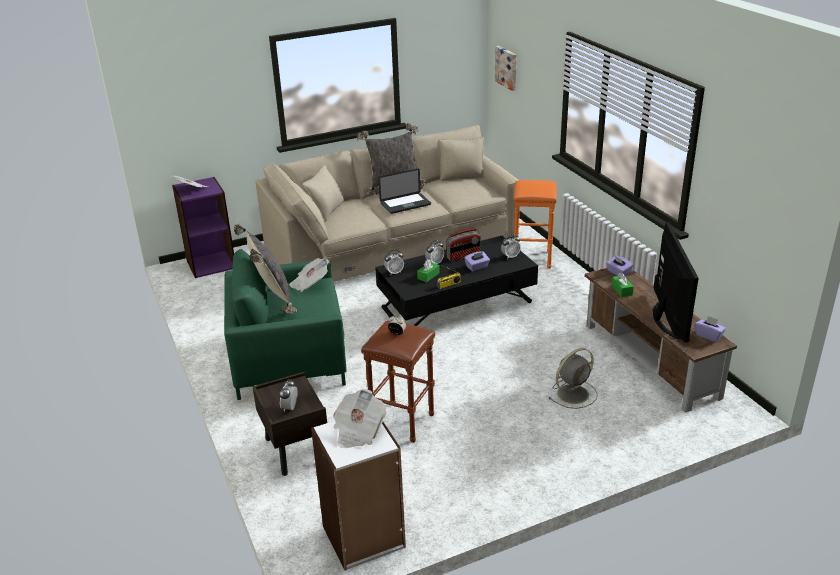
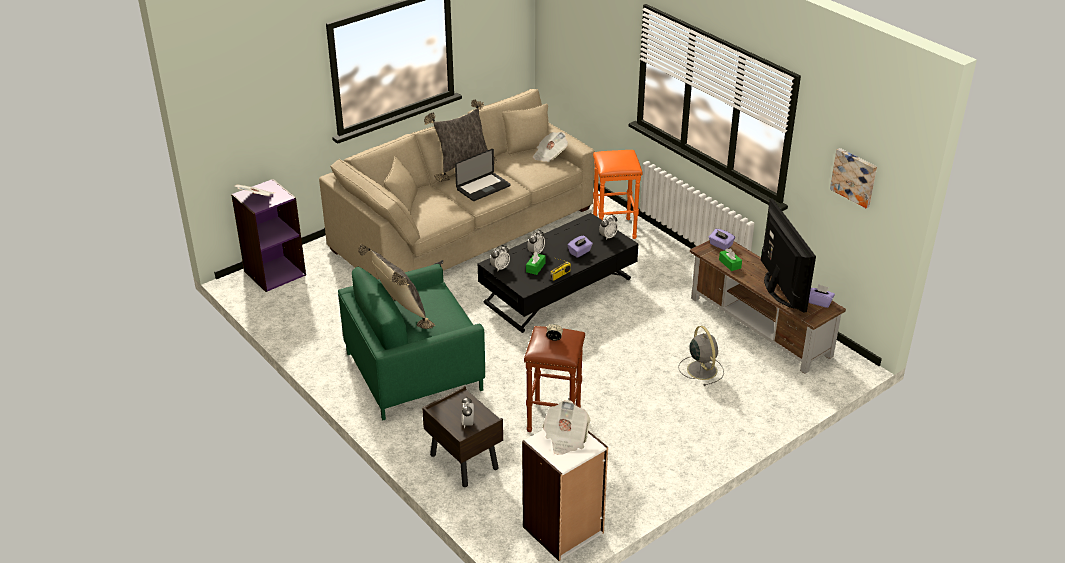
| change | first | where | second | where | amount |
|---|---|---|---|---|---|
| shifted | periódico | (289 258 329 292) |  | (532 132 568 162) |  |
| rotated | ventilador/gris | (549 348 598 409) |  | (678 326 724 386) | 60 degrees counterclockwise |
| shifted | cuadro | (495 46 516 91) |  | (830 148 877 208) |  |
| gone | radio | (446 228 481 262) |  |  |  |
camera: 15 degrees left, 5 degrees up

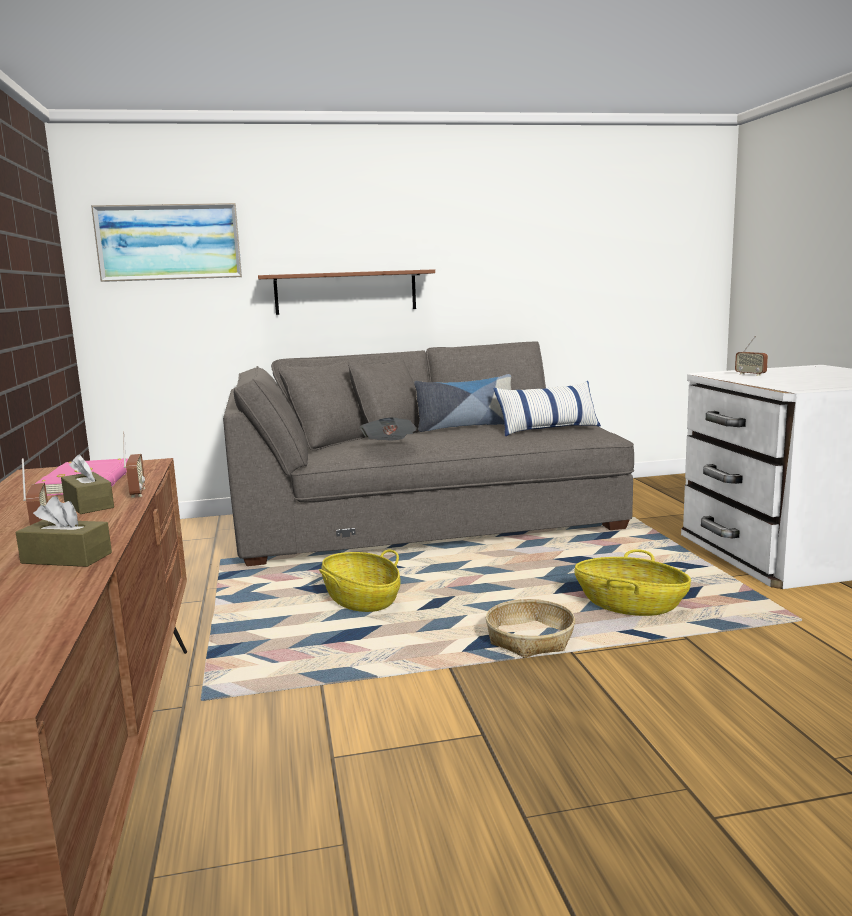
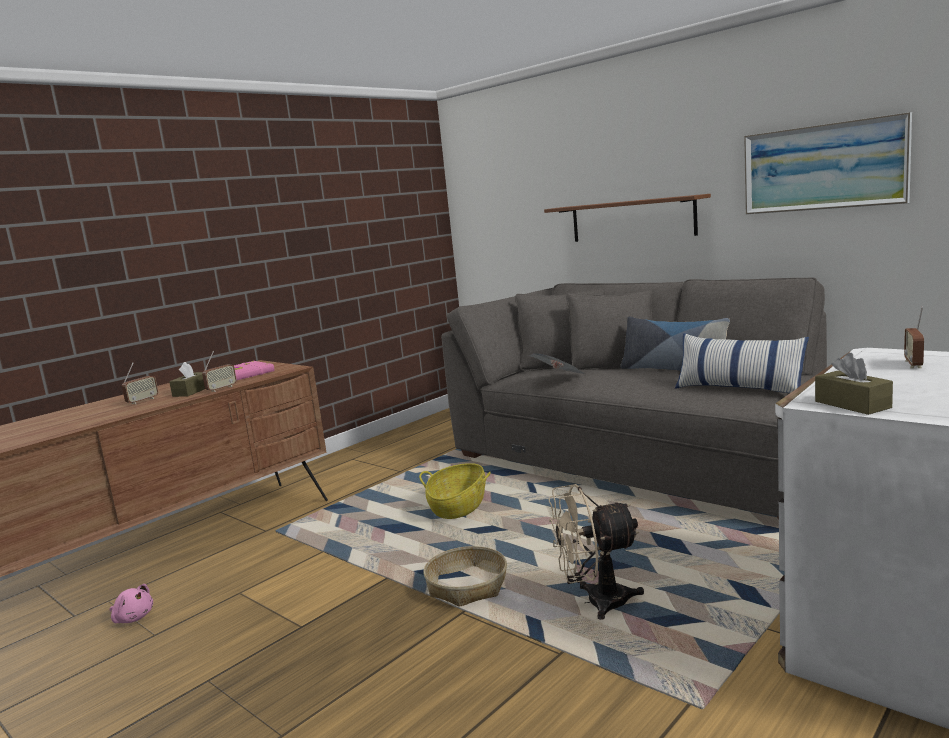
| change | first | where | second | where | amount |
|---|---|---|---|---|---|
| new |  |  | peluche/rosa | (109 584 153 623) |  |
| swapped | cesta | (574 549 691 616) | ventilador/beis | (548 484 644 620) |  |
| shifted | cuadro | (91 203 242 282) |  | (744 112 912 214) |  |
| shifted | caja de pañuelos/marrón | (16 496 112 567) |  | (815 353 893 415) |  |
camera: 55 degrees right, 0 degrees up

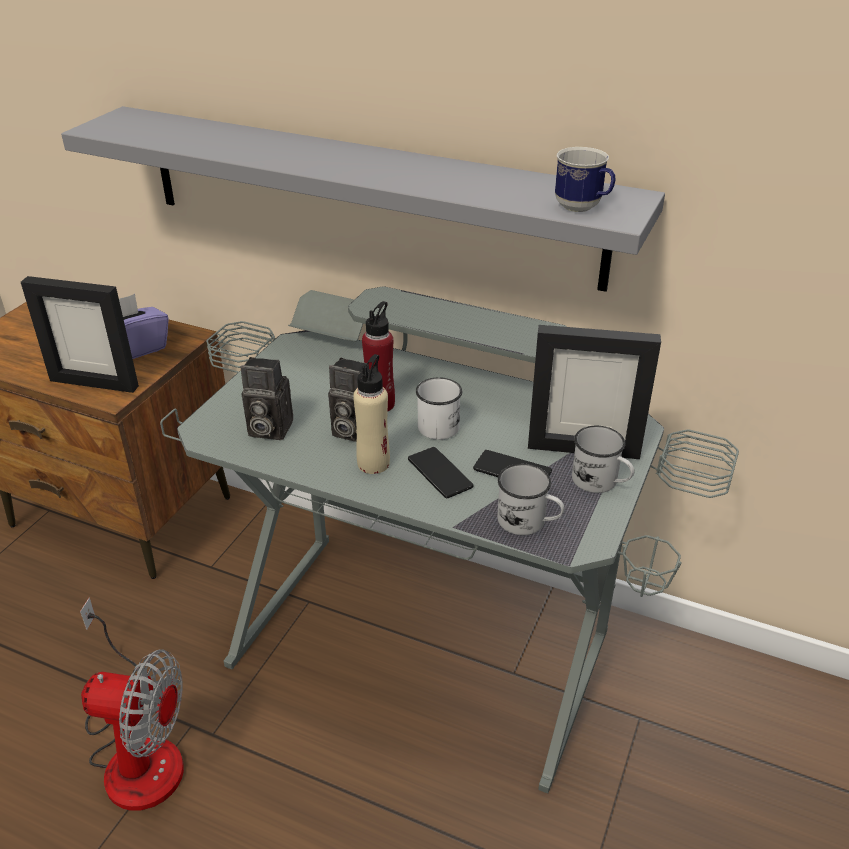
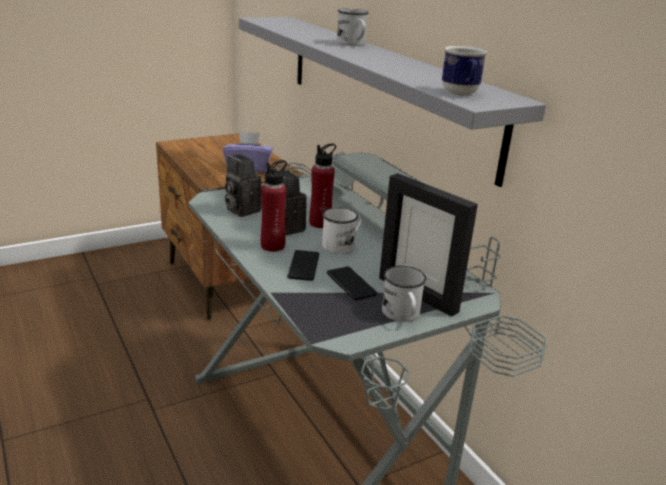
| change | first | where | second | where | amount |
|---|---|---|---|---|---|
| repainted | botella/beis | (353 354 390 474) | botella/rojo | (261 160 287 252) |  |
| shifted | taza grande/blanco | (497 464 565 535) |  | (337 9 369 46) |  |
| gone | portarretratos | (21 276 139 393) |  |  |  |
| gone | ventilador | (80 598 184 810) |  |  |  |
camera: 35 degrees right, 10 degrees down

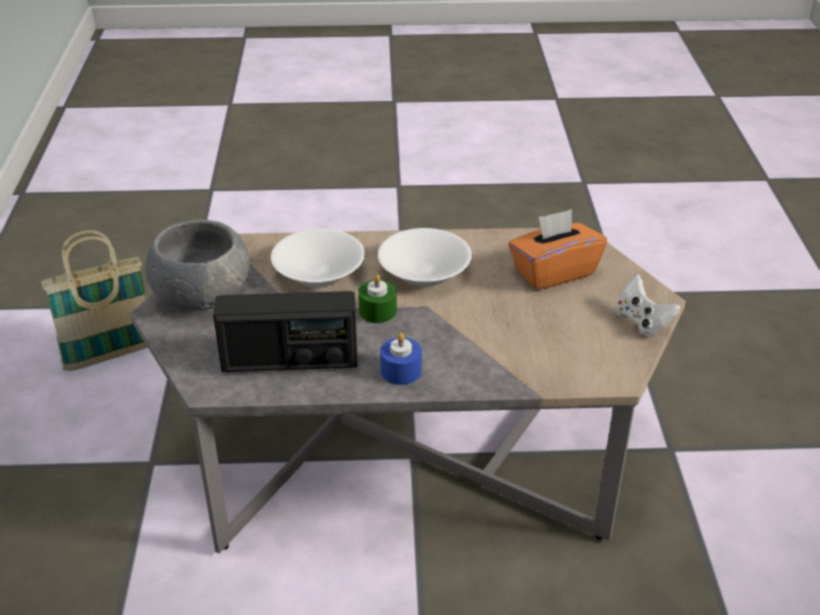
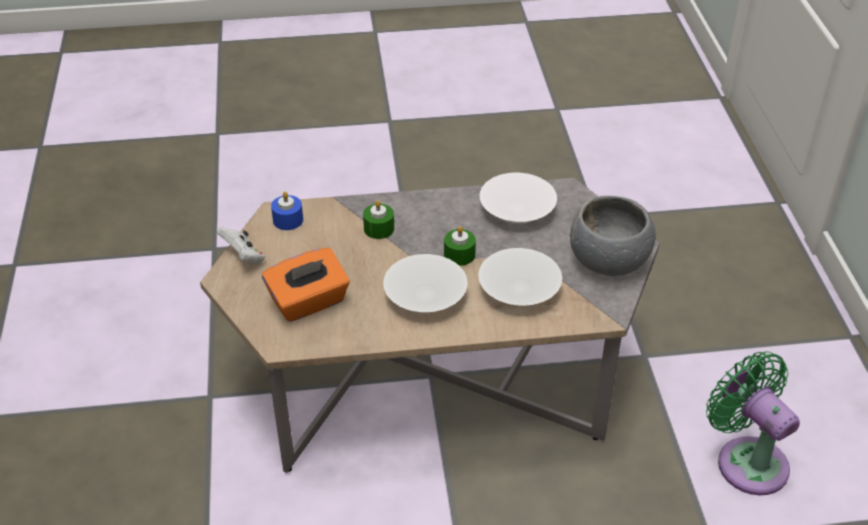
| change | first | where | second | where | amount |
|---|---|---|---|---|---|
| shifted | vela/azul | (380 333 422 385) |  | (271 192 303 230) |  |
| new |  |  | vela/verde | (363 200 394 239) |  |
| swapped | radio | (213 291 357 372) | cuenco/blanco | (480 173 557 224) |  |
| swapped | cesta | (41 230 147 371) | ventilador/verde | (706 351 800 495) |  |
camera: 175 degrees right, 5 degrees up

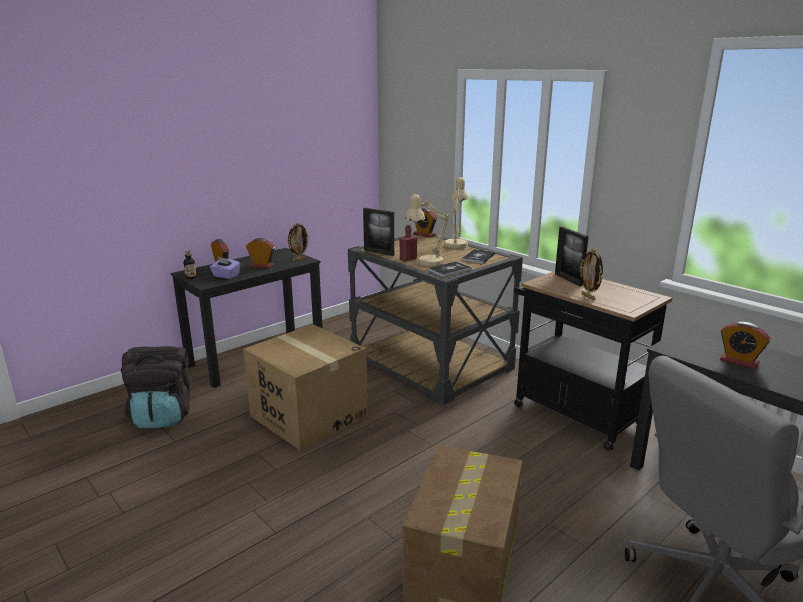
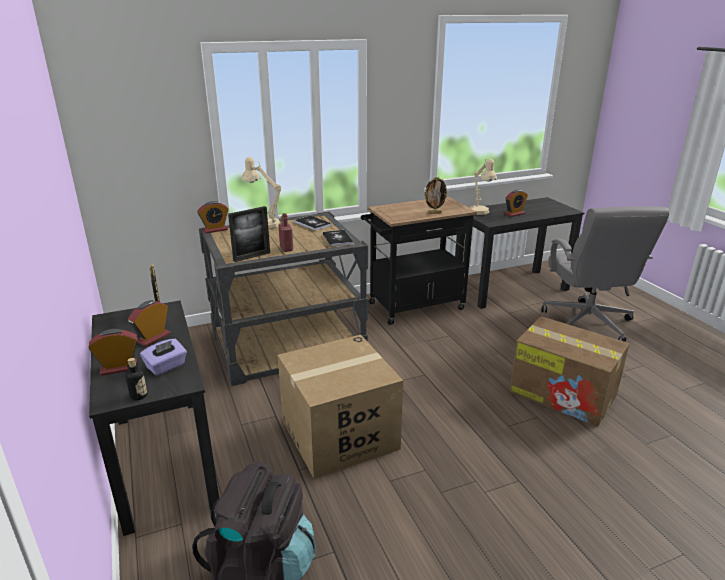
| change | first | where | second | where | amount |
|---|---|---|---|---|---|
| shifted | lámpara de mesa/beis | (405 194 450 267) |  | (469 159 497 215) |  |
| gone | portarretratos | (555 227 589 286) |  |  |  |
camera: 70 degrees left, 5 degrees up

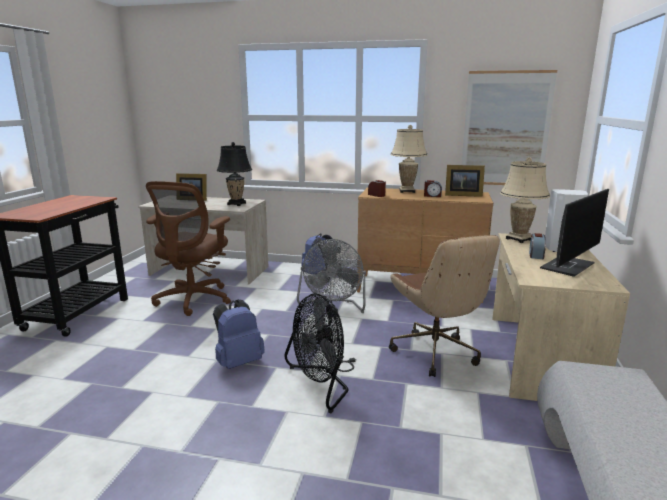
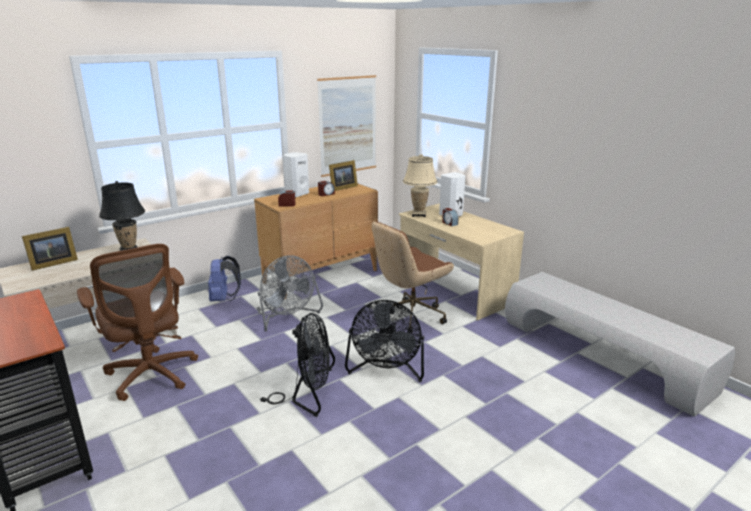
| change | first | where | second | where | amount |
|---|---|---|---|---|---|
| swapped | mochila/azul | (213 299 265 369) | ventilador/negro | (260 313 335 417) |  |
| swapped | lámpara de mesa/beis | (390 125 427 193) | altavoz/blanco | (283 152 309 197) |  |
| rotated | silla de oficina/marrón | (389 235 500 377) |  | (372 221 454 334) | 120 degrees clockwise |
| gone | monitor | (540 189 609 277) |  |  |  |
camera: 50 degrees left, 5 degrees up

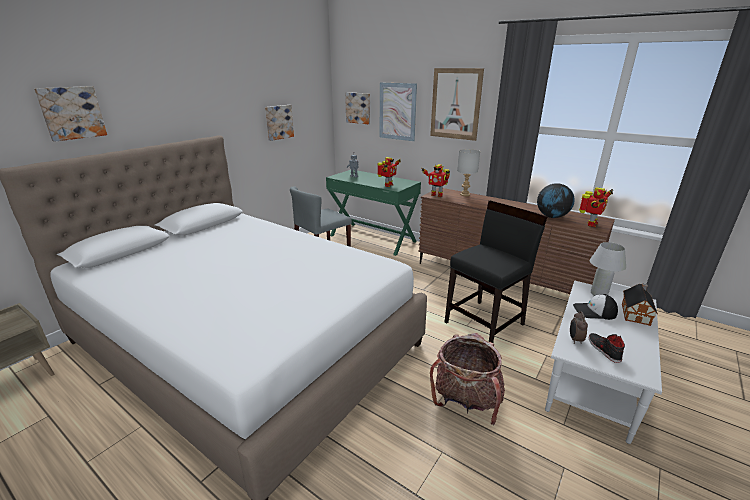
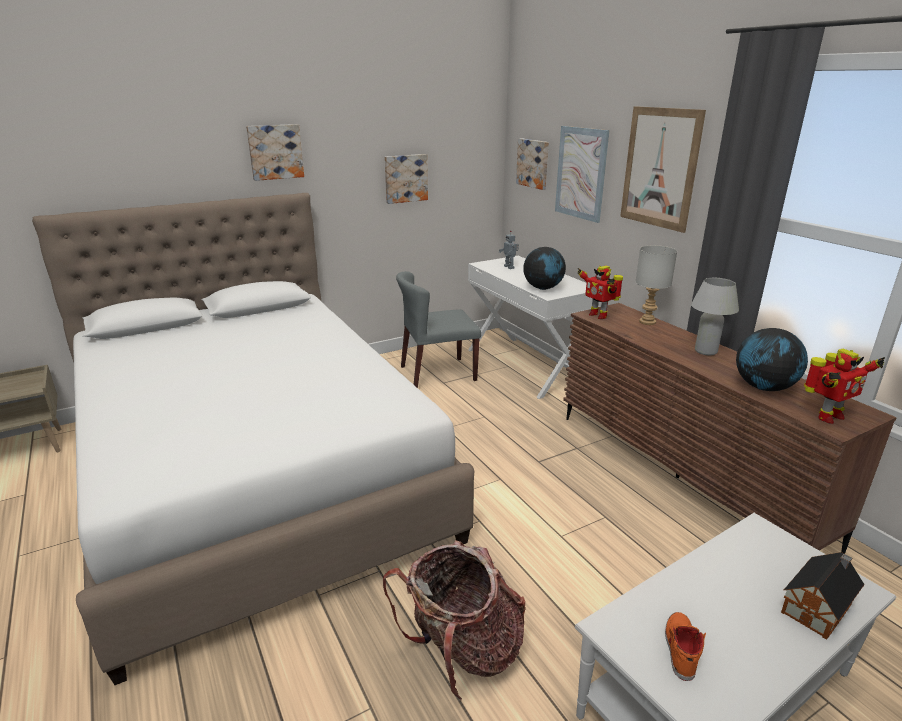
| change | first | where | second | where | amount |
|---|---|---|---|---|---|
| shifted | cuadro | (34 86 107 142) |  | (246 124 304 181) |  |
| repainted | escritorio/verde | (326 170 421 256) | escritorio/blanco | (468 256 601 399) |  |
| swapped | robot de juguete | (377 157 401 187) | globo terráqueo | (523 247 566 290) |  |
| repainted | zapato/negro | (589 333 625 363) | zapato/naranja | (665 612 706 681) |  |
| shifted | lámpara de mesa/blanco | (590 242 626 296) |  | (691 278 739 355) |  |
| gone | silla/negro | (445 201 548 343) |  |  |  |
| gone | despertador | (570 311 588 344) |  |  |  |
| gone | gorra | (573 294 618 320) |  |  |  |
camera: 25 degrees right, 0 degrees up

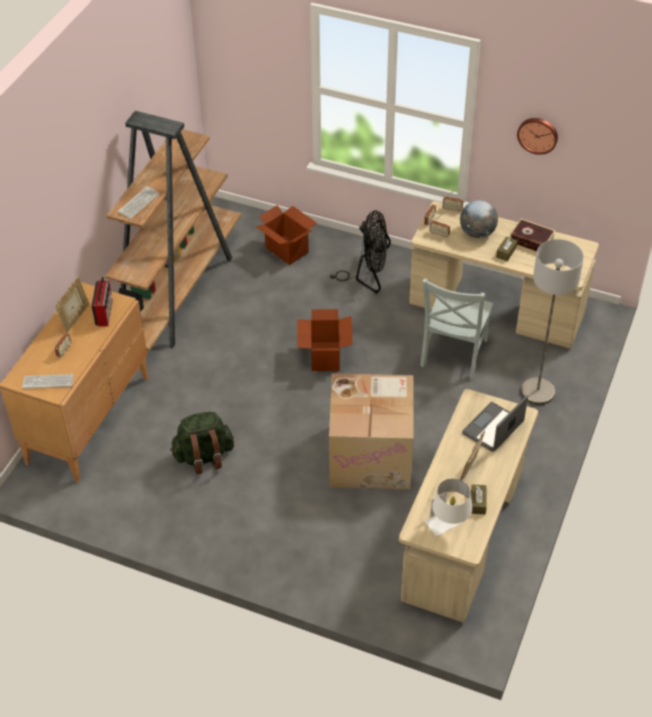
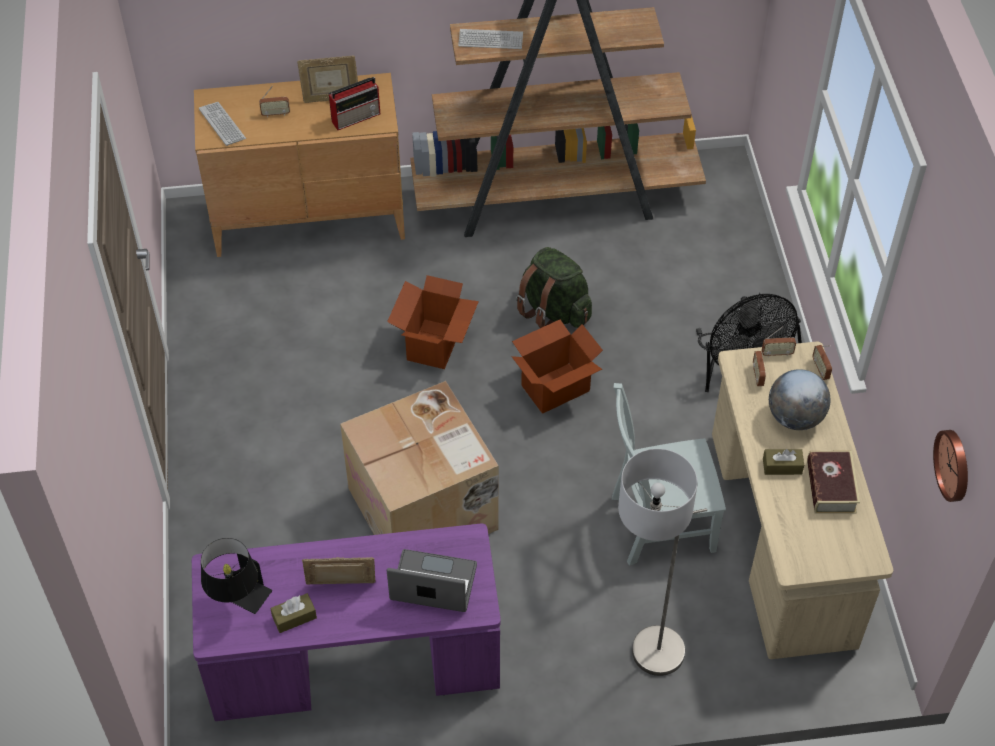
| change | first | where | second | where | amount |
|---|---|---|---|---|---|
| repainted | escritorio/beis | (399 389 538 623) | escritorio/morado | (192 524 501 721) |  |
| repainted | lámpara de mesa/blanco | (424 479 472 536) | lámpara de mesa/negro | (201 538 272 614) |  |
| shifted | caja de cartón | (255 205 317 265) |  | (387 275 479 369) |  |
| shifted | mochila/verde | (170 412 234 474) |  | (516 247 592 328) |  |
| shifted | reloj de pared | (517 118 558 155) |  | (933 430 968 502) |  |
camera: 60 degrees right, 5 degrees up

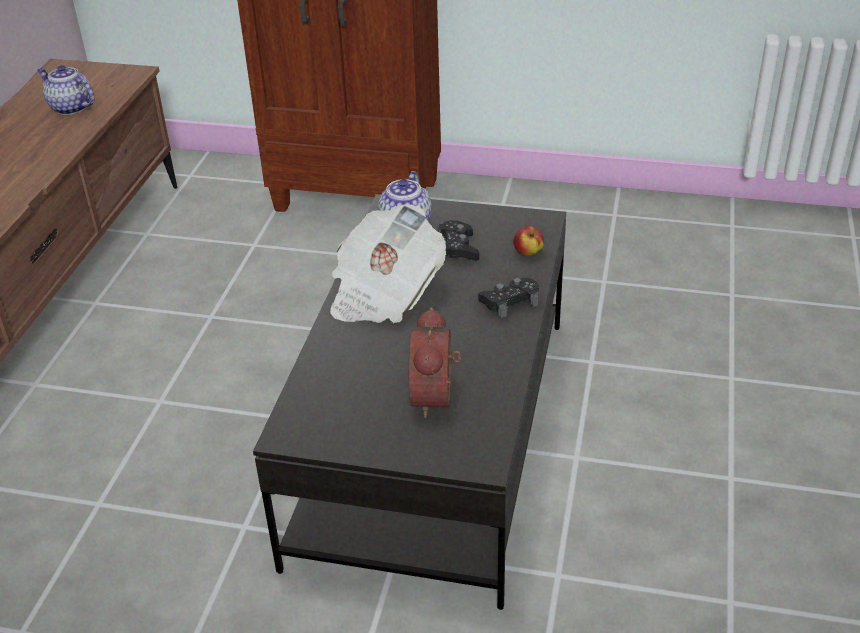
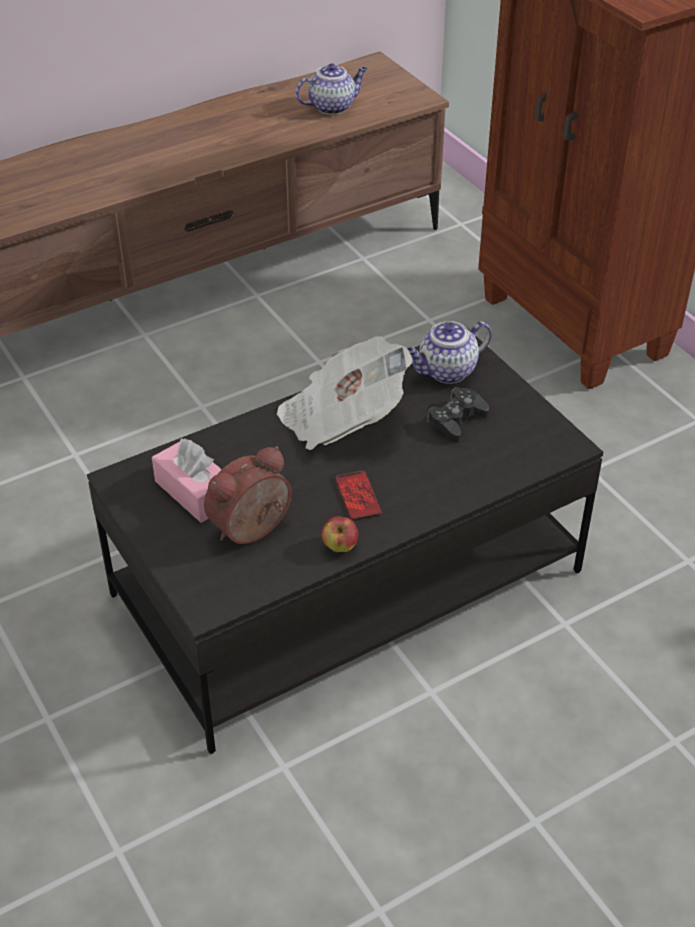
| change | first | where | second | where | amount |
|---|---|---|---|---|---|
| new |  |  | caja de pañuelos/rosa | (152 438 222 523) |  |
| rotated | tetera | (37 65 95 115) |  | (295 63 367 115) | 75 degrees clockwise |
| shifted | manzana | (513 226 544 256) |  | (321 516 359 552) |  |
| new |  |  | móvil | (335 470 382 521) |  |
| gone | mando de consola/negro | (478 278 539 318) |  |  |  |
camera: 45 degrees right, 5 degrees up

